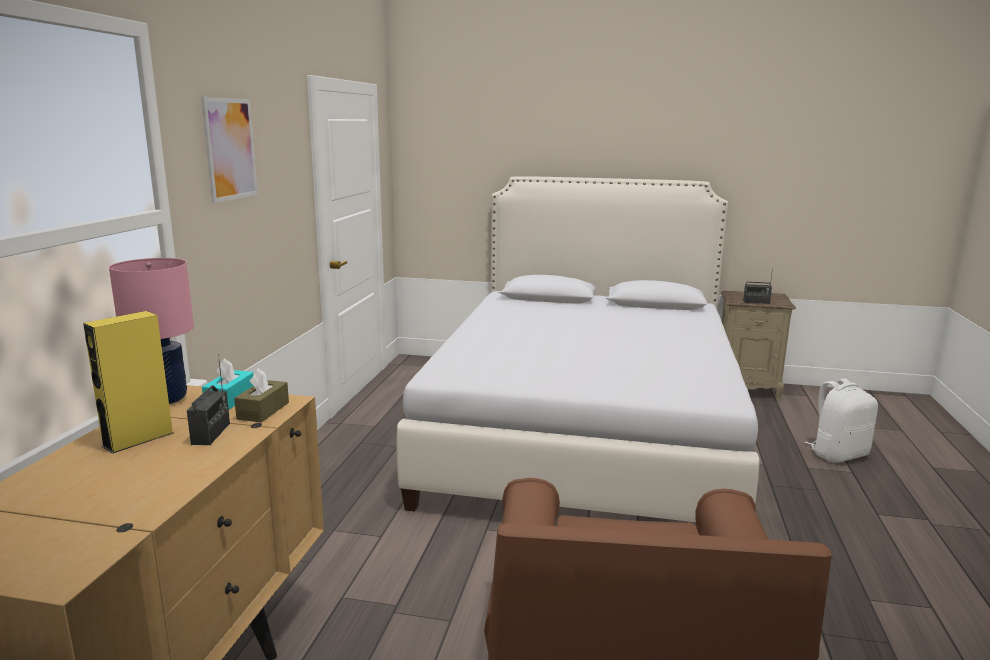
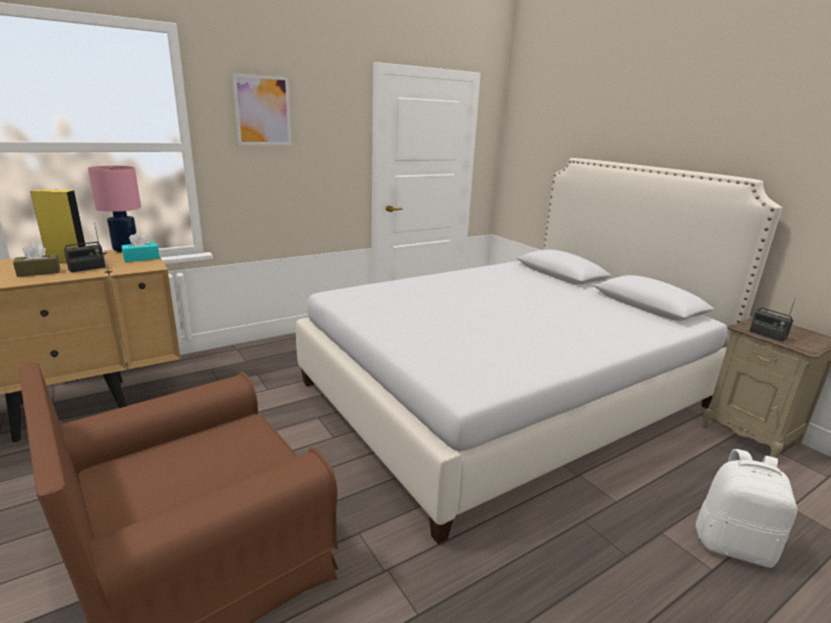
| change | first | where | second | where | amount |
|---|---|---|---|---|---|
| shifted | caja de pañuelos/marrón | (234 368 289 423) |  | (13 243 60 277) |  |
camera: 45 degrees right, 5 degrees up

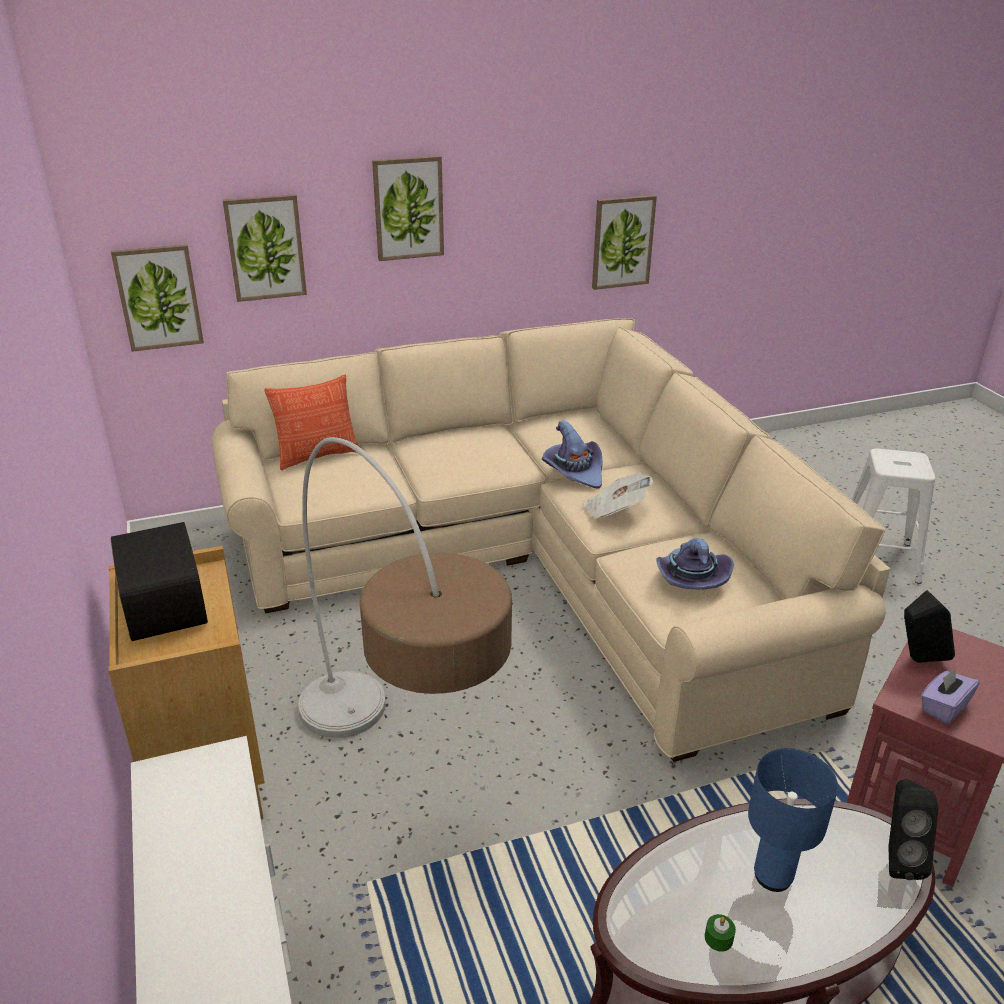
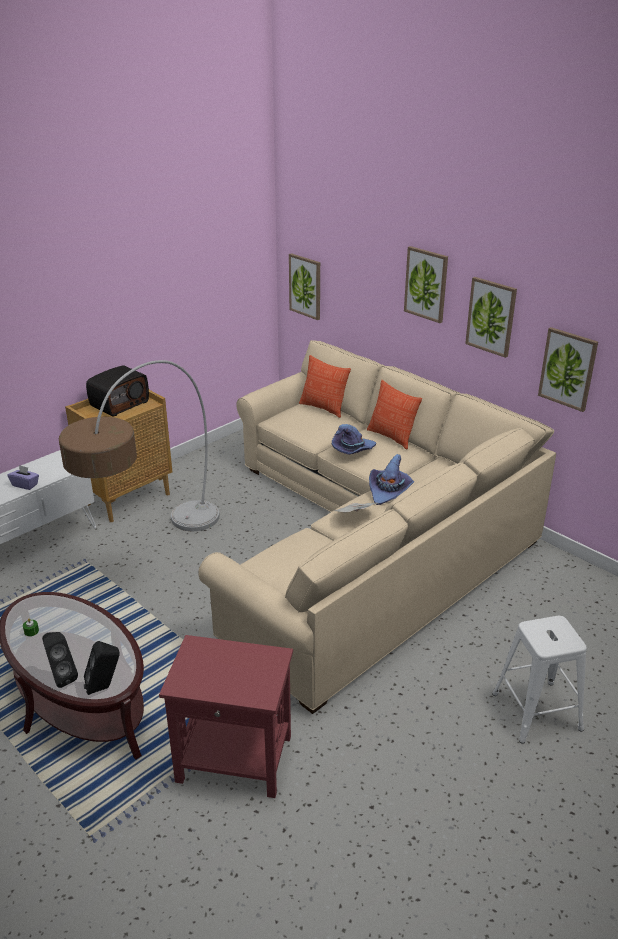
| change | first | where | second | where | amount |
|---|---|---|---|---|---|
| shifted | caja de pañuelos/morado | (921 667 979 724) |  | (7 465 39 490) |  |
| shifted | altavoz/negro | (904 590 955 663) |  | (42 632 78 688) |  |
| shifted | sombrero/morado | (656 538 734 590) |  | (332 424 376 454) |  |
| new |  |  | cojín/naranja | (367 380 422 449) |  |
| shifted | cuadro | (223 194 307 302) |  | (465 277 517 358) |  |
| gone | lámpara de mesa/azul | (748 748 838 892) |  |  |  |
camera: 65 degrees right, 0 degrees up

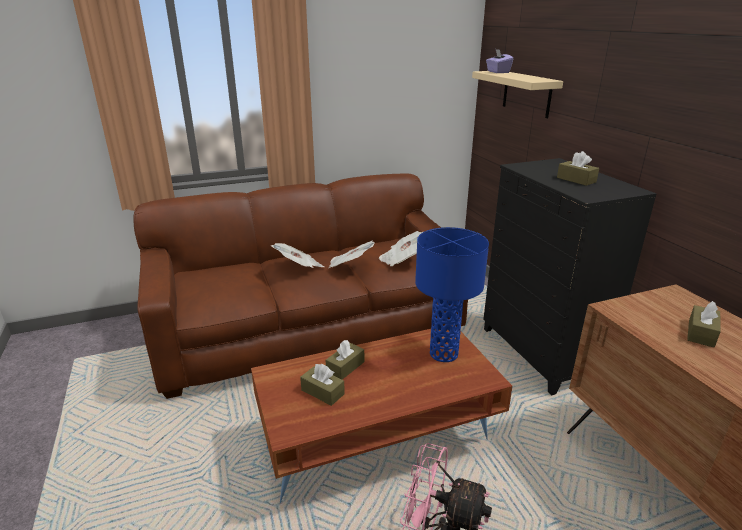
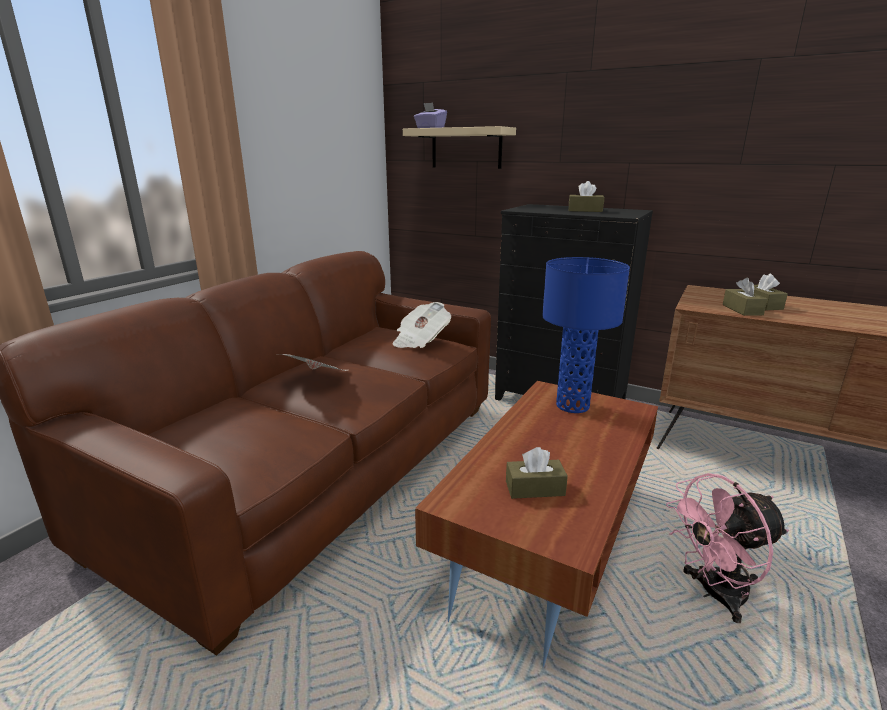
| change | first | where | second | where | amount |
|---|---|---|---|---|---|
| shifted | caja de pañuelos/marrón | (326 340 364 380) |  | (723 278 768 316) |  |
| gone | periódico | (329 241 375 268) |  |  |  |
camera: 40 degrees left, 5 degrees down

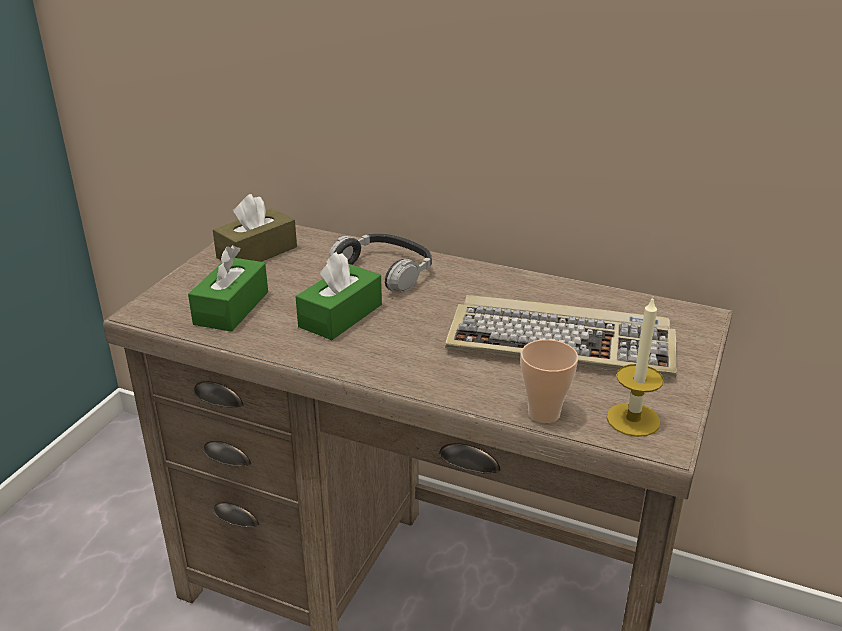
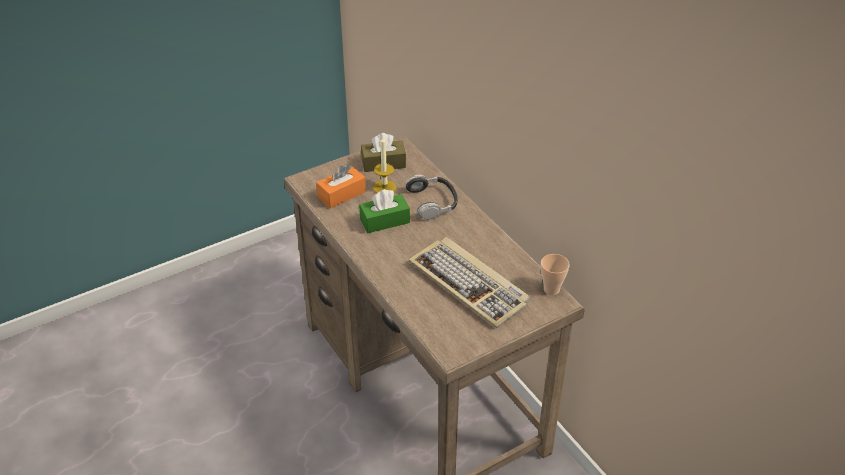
| change | first | where | second | where | amount |
|---|---|---|---|---|---|
| repainted | caja de pañuelos/verde | (188 245 268 332) | caja de pañuelos/naranja | (316 164 366 209) |  |
| shifted | vela | (607 297 664 437) |  | (373 137 396 193) |  |
| shifted | taza | (521 339 579 423) |  | (541 254 570 295) |  |
camera: 35 degrees right, 10 degrees up

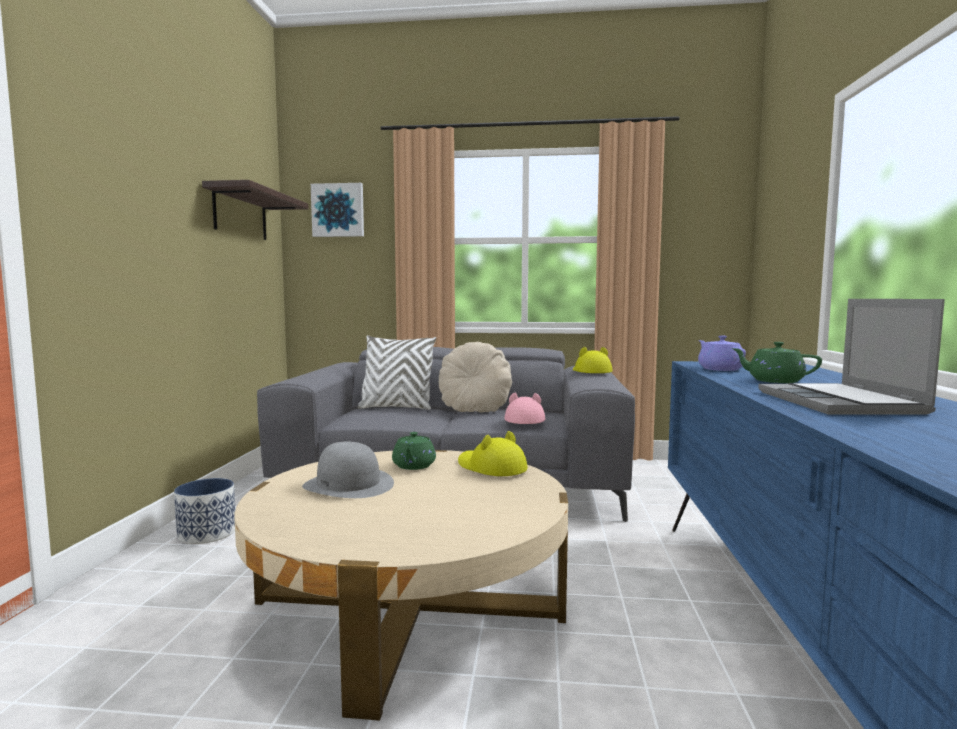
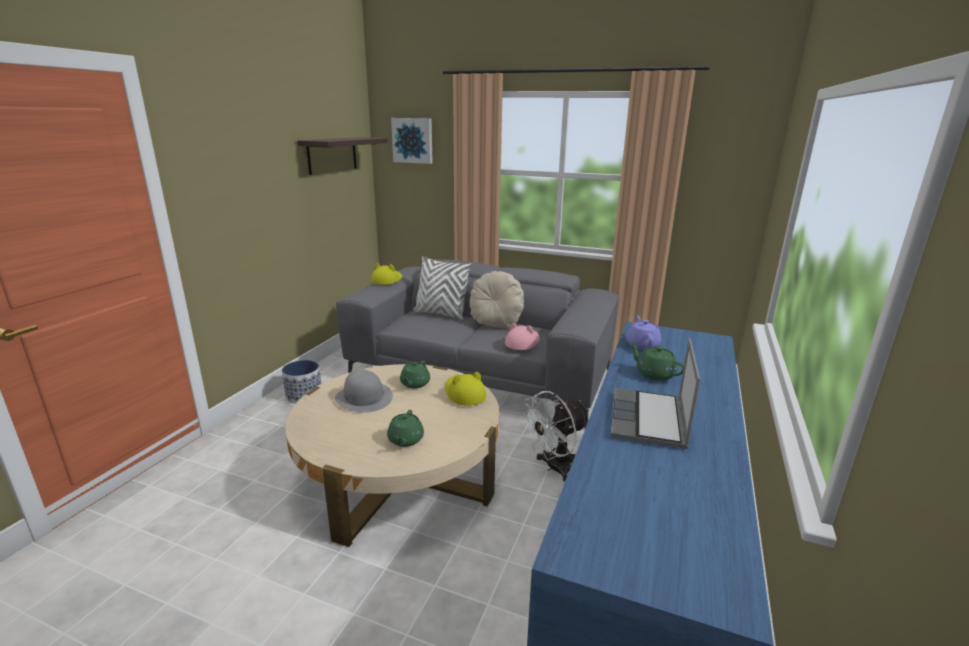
| change | first | where | second | where | amount |
|---|---|---|---|---|---|
| shifted | sombrero/amarillo | (573 347 613 373) |  | (371 263 402 285) |  |
| new |  |  | tetera/verde | (387 410 424 447) |  |
| new |  |  | ventilador/blanco | (520 391 589 482) |  |
camera: 15 degrees right, 15 degrees up

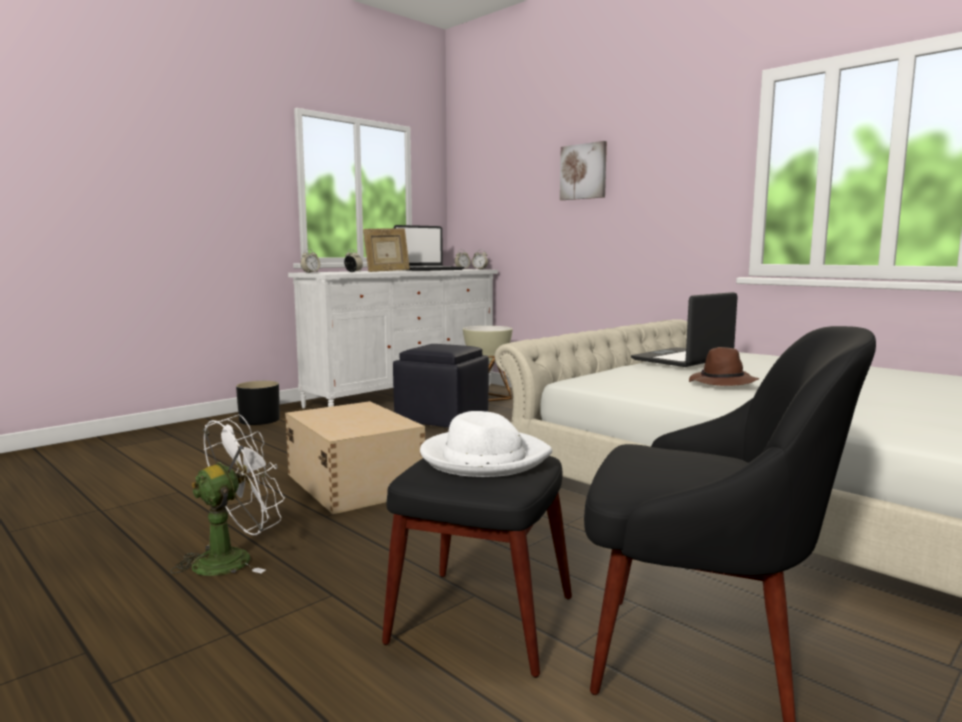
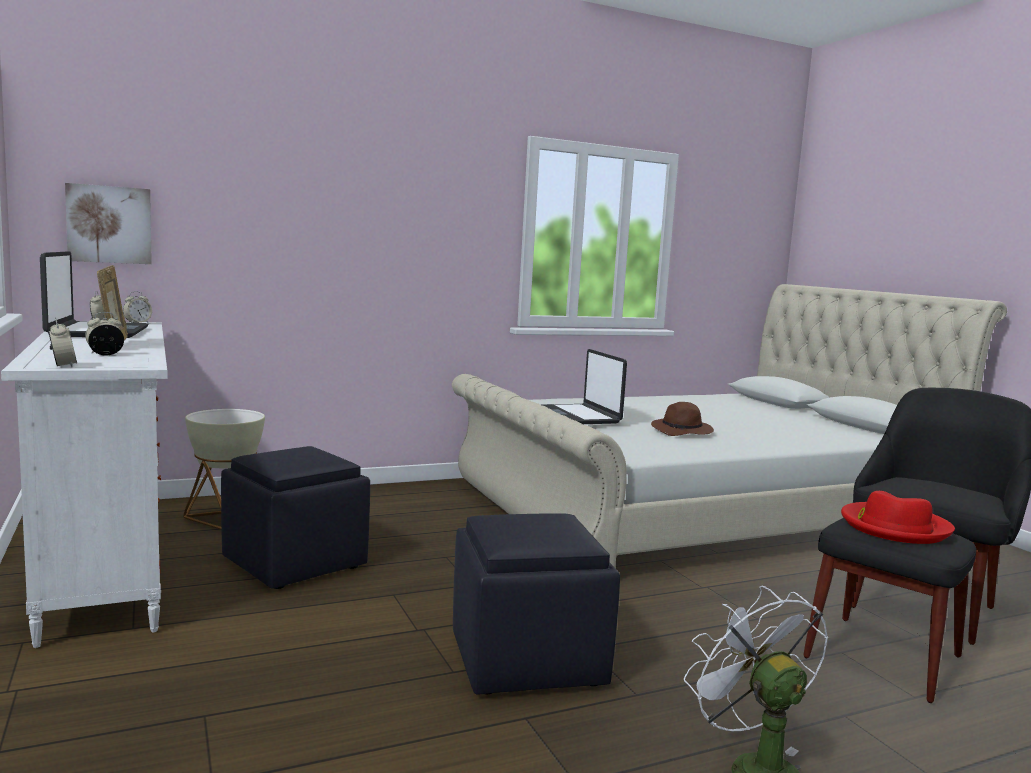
| change | first | where | second | where | amount |
|---|---|---|---|---|---|
| shifted | cuadro | (560 141 607 200) |  | (65 183 152 264) |  |
| swapped | caja de almacenaje/beis | (285 401 425 514) | puf/negro | (453 513 620 695) |  |
| repainted | sombrero/blanco | (420 411 552 477) | sombrero/rojo | (841 491 955 544) |  |
| gone | maceta/negro | (236 381 280 425) |  |  |  |
camera: 70 degrees left, 0 degrees up

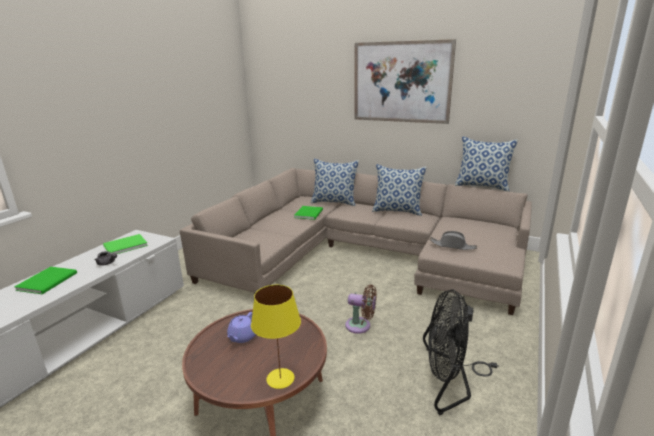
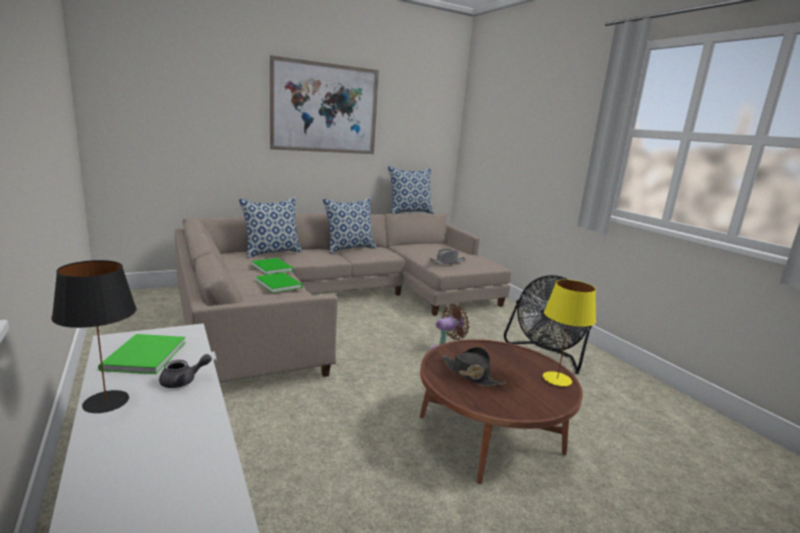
| change | first | where | second | where | amount |
|---|---|---|---|---|---|
| new |  |  | lámpara de mesa/negro | (51 260 137 413) |  |
| shifted | libro/verde | (14 267 77 294) |  | (256 273 303 293) |  |
| swapped | tetera/morado | (227 312 256 343) | sombrero/negro | (442 347 506 386) |  |
camera: 55 degrees left, 5 degrees down

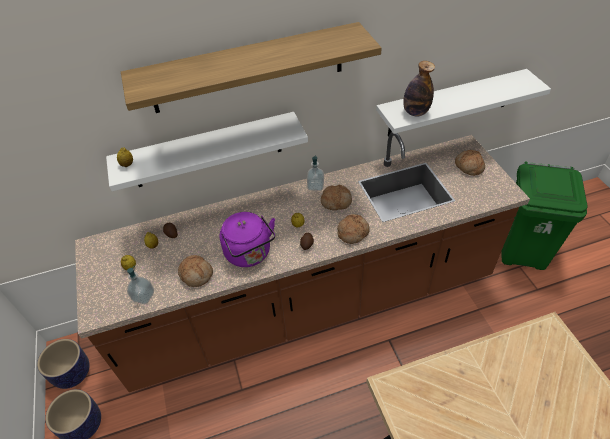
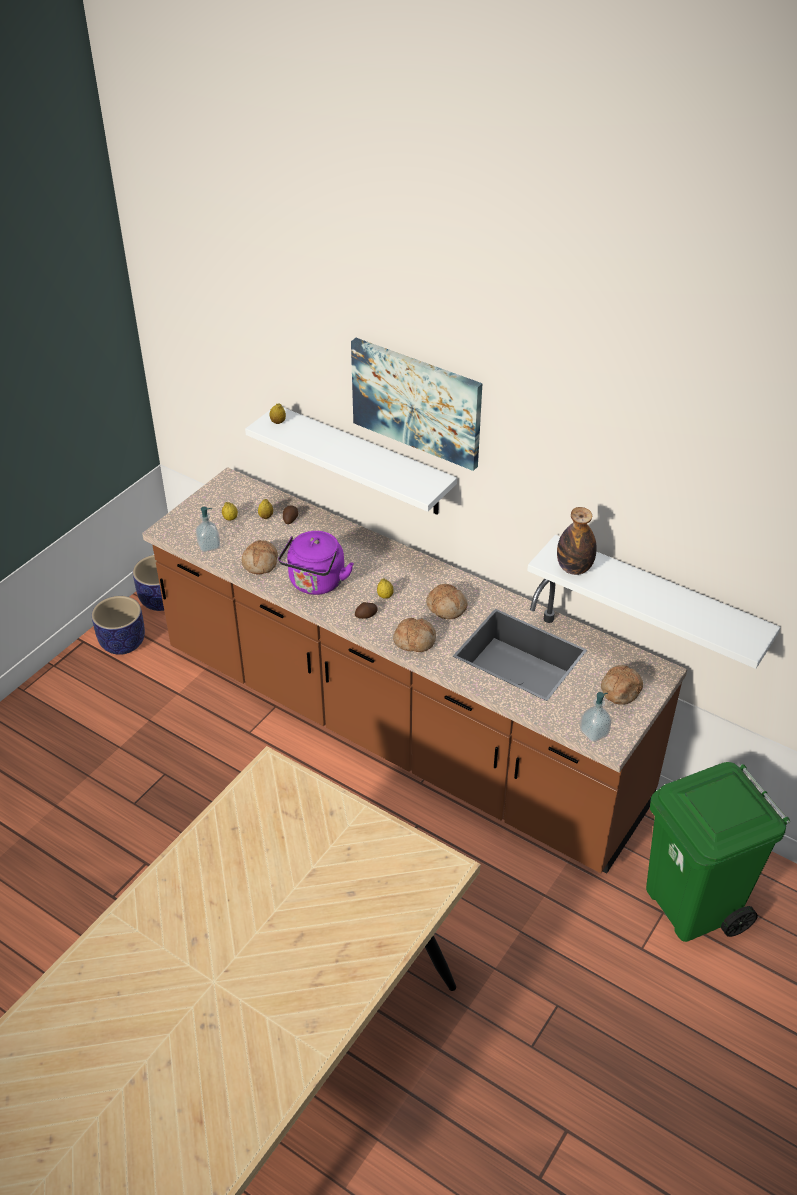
| change | first | where | second | where | amount |
|---|---|---|---|---|---|
| swapped | estante | (121 22 382 113) | cuadro | (351 338 482 471) |  |
| shifted | dispensador de jabón | (307 155 324 191) |  | (580 692 611 742) |  |
camera: 50 degrees right, 5 degrees down

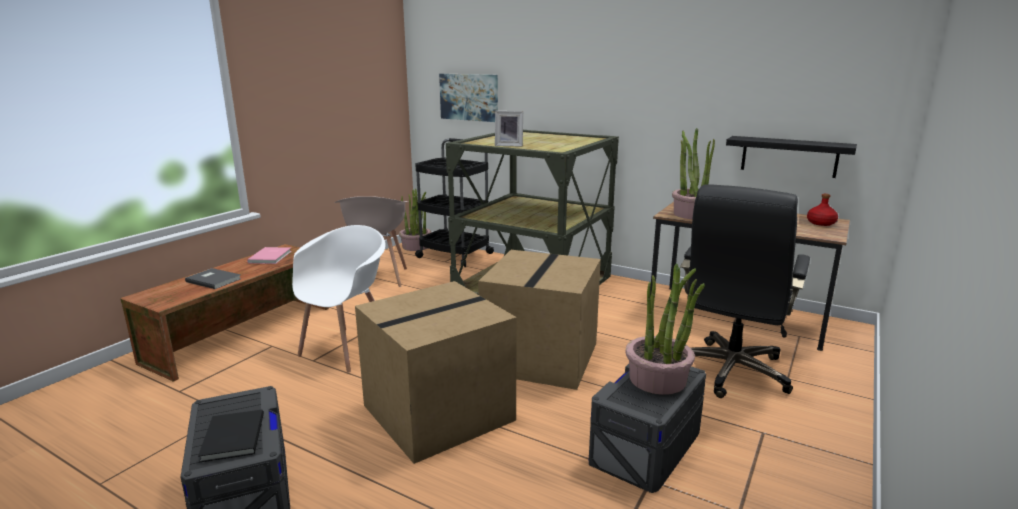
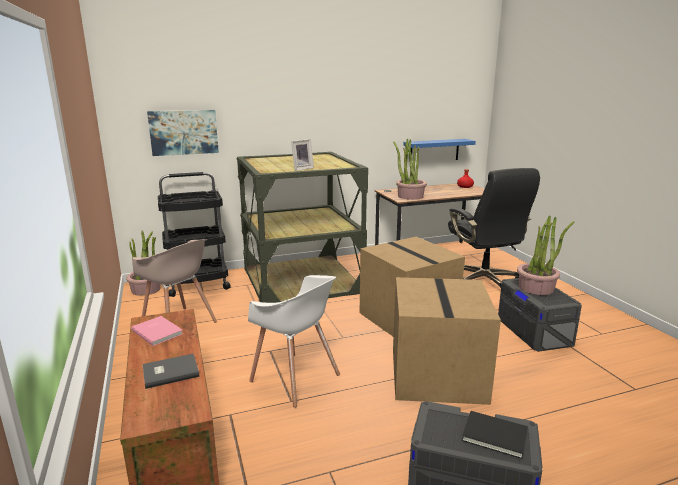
| change | first | where | second | where | amount |
|---|---|---|---|---|---|
| rotated | silla/blanco | (292 225 385 373) |  | (248 275 340 408) | 150 degrees clockwise |
| repainted | estante/negro | (726 136 857 178) | estante/azul | (403 139 476 160) |  |
camera: 50 degrees left, 0 degrees up

